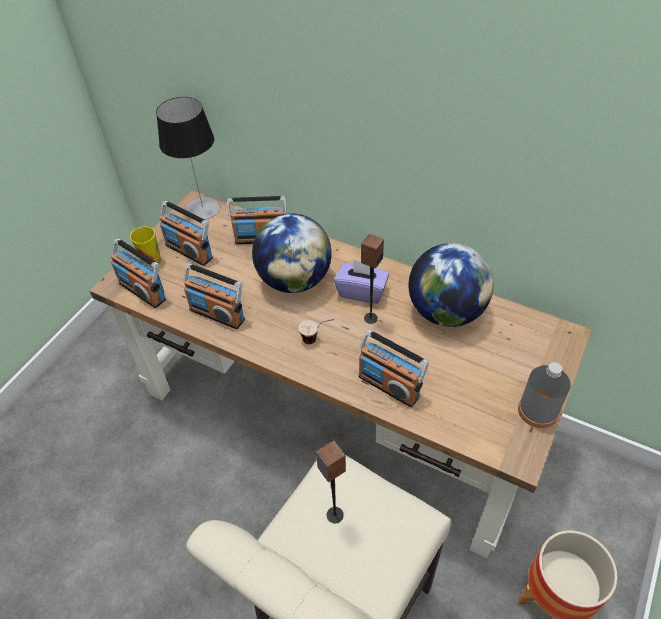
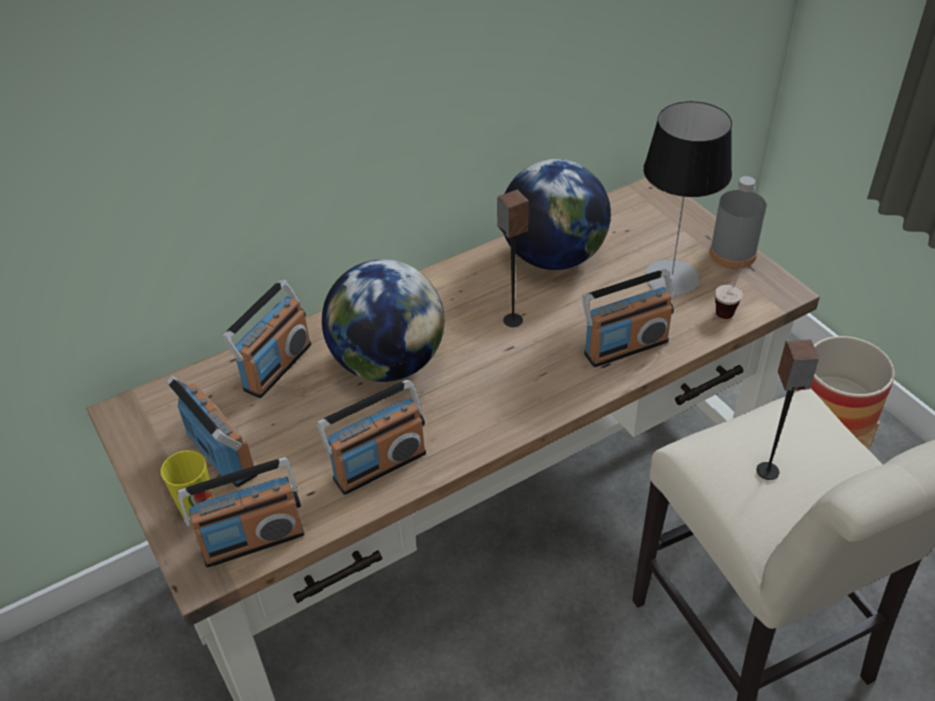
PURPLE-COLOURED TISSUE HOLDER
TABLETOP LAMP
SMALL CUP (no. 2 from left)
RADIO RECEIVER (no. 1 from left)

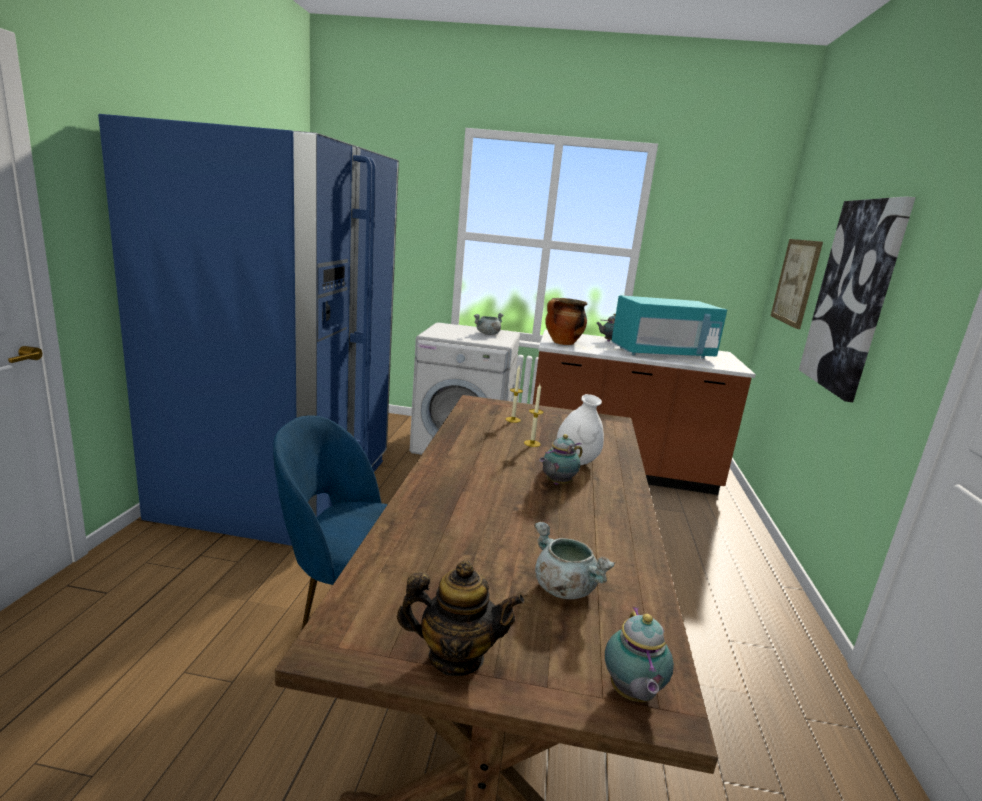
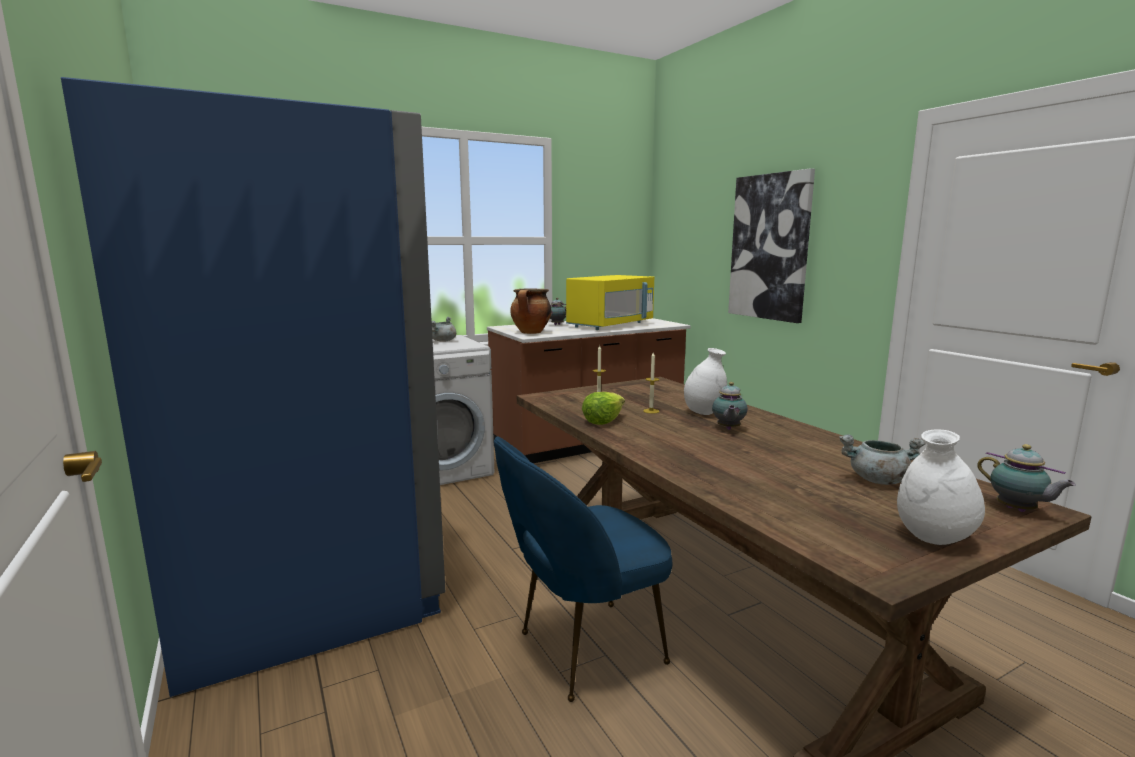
PICTURE (no. 1 from left in the first image)
LETTUCE
WHITISH FLOWER VASE (no. 2 from left)
YELLOWISH KITCHEN MICROWAVE

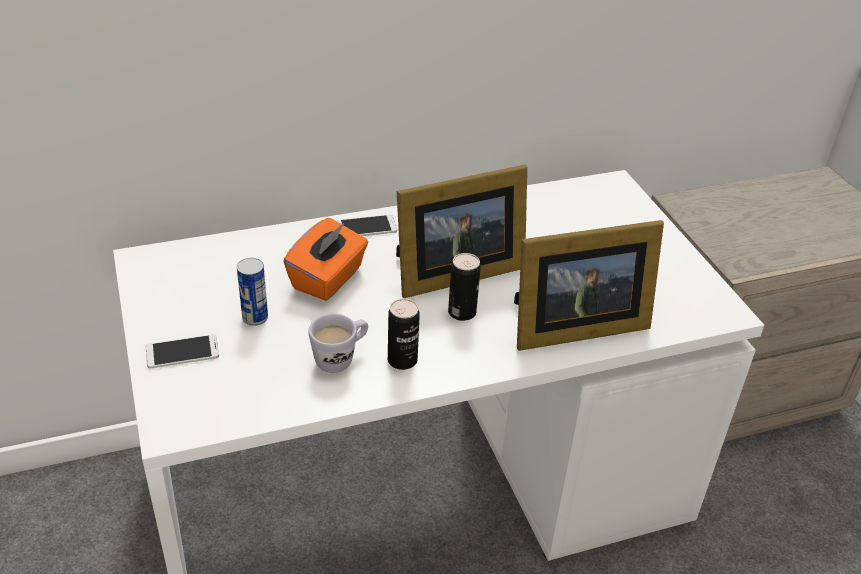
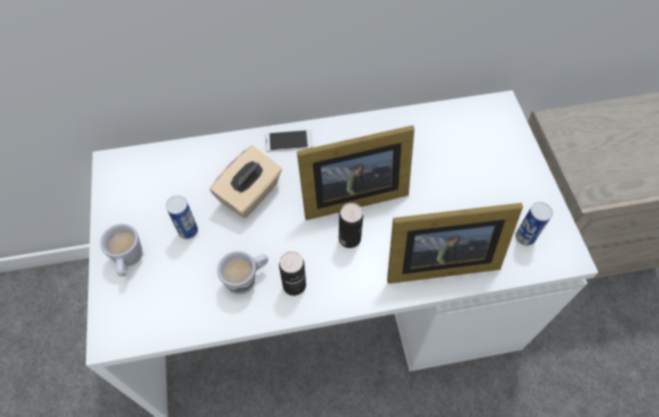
METAL CAN (no. 4 from left)
WHITISH MUG (no. 1 from left)
SAND-COLOURED TISSUE HOLDER

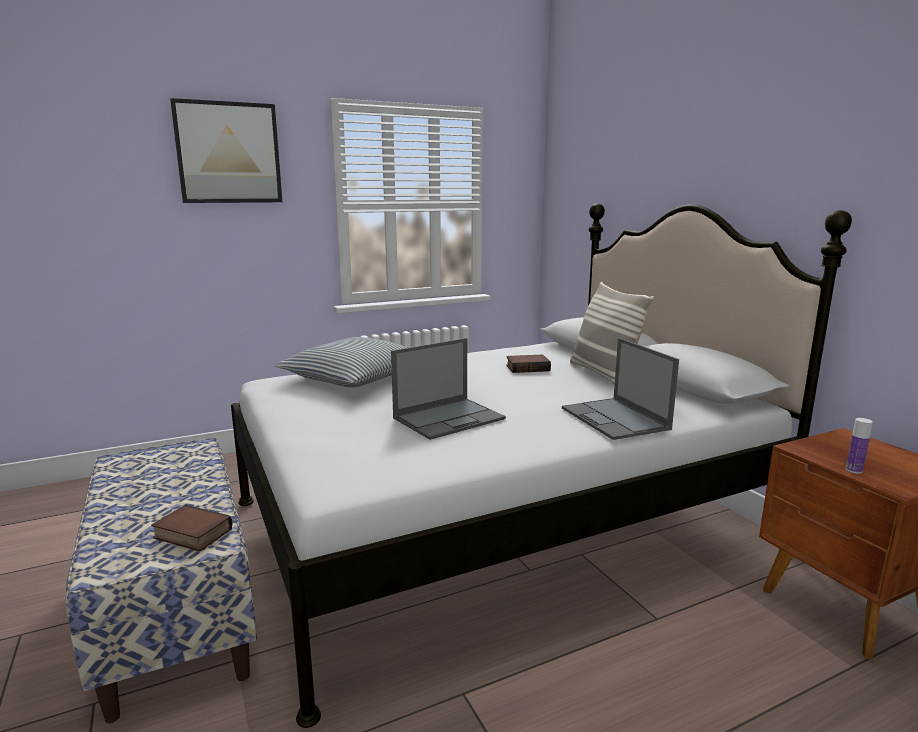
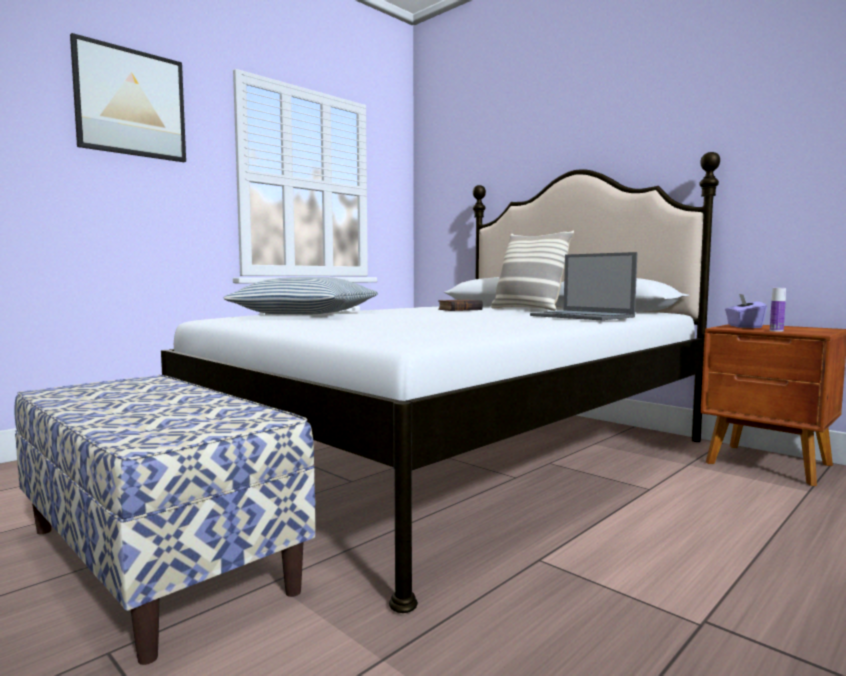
BOOK (no. 1 from left in the first image)
NOTEBOOK COMPUTER (no. 1 from left in the first image)
PURPLE-COLOURED TISSUE HOLDER

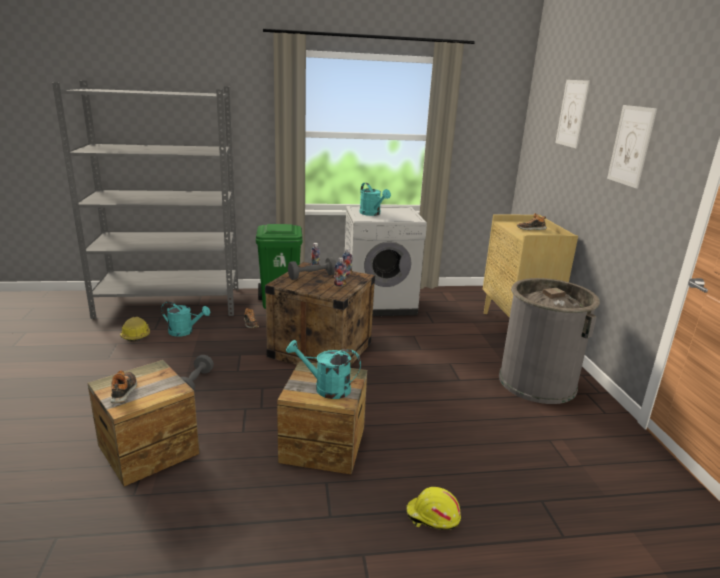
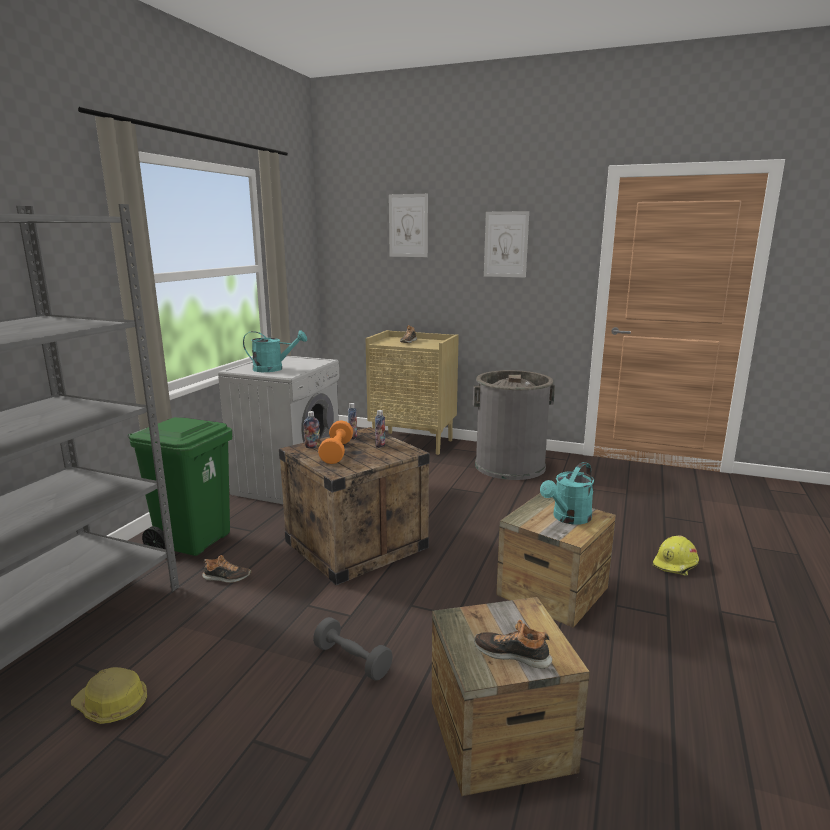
TURQUOISE-COLOURED WATERING CAN (no. 1 from left in the first image)
ORANGEY FREE WEIGHT

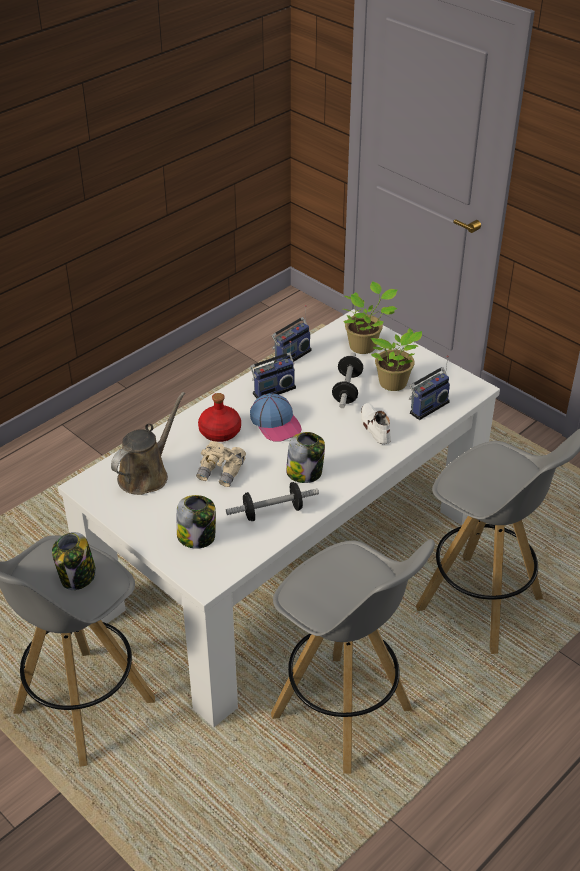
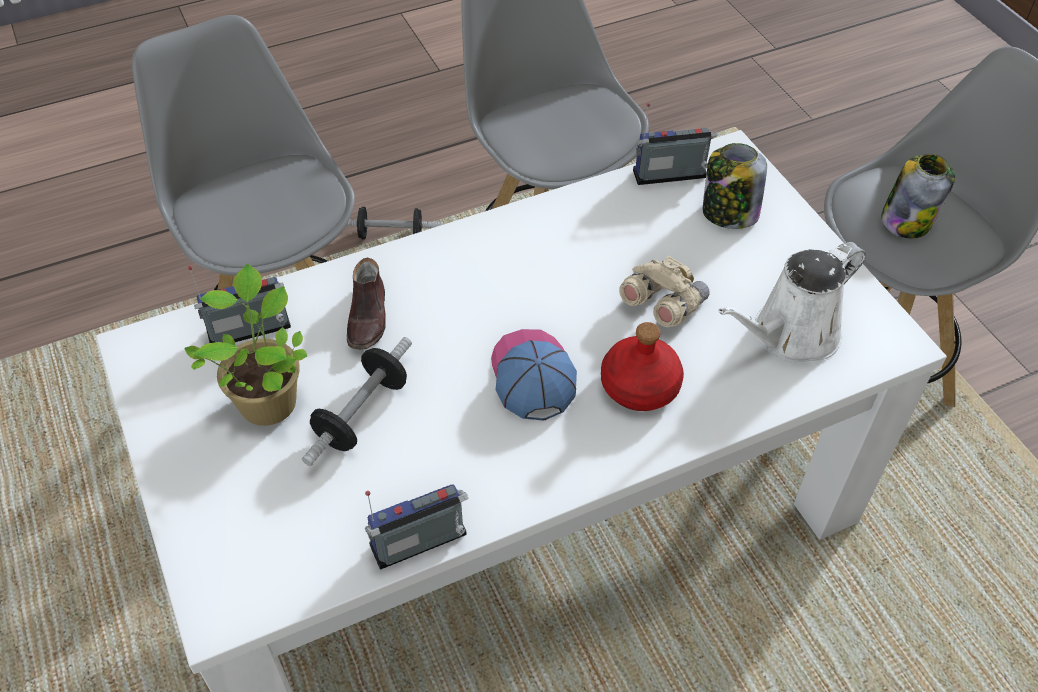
JAR (no. 3 from left in the first image)
HOUSEPLANT (no. 1 from left in the first image)
FREE WEIGHT (no. 2 from left)
RADIO RECEIVER (no. 3 from left)
WHITISH WATERING CAN
BROWN-COLOURED LOW SHOE

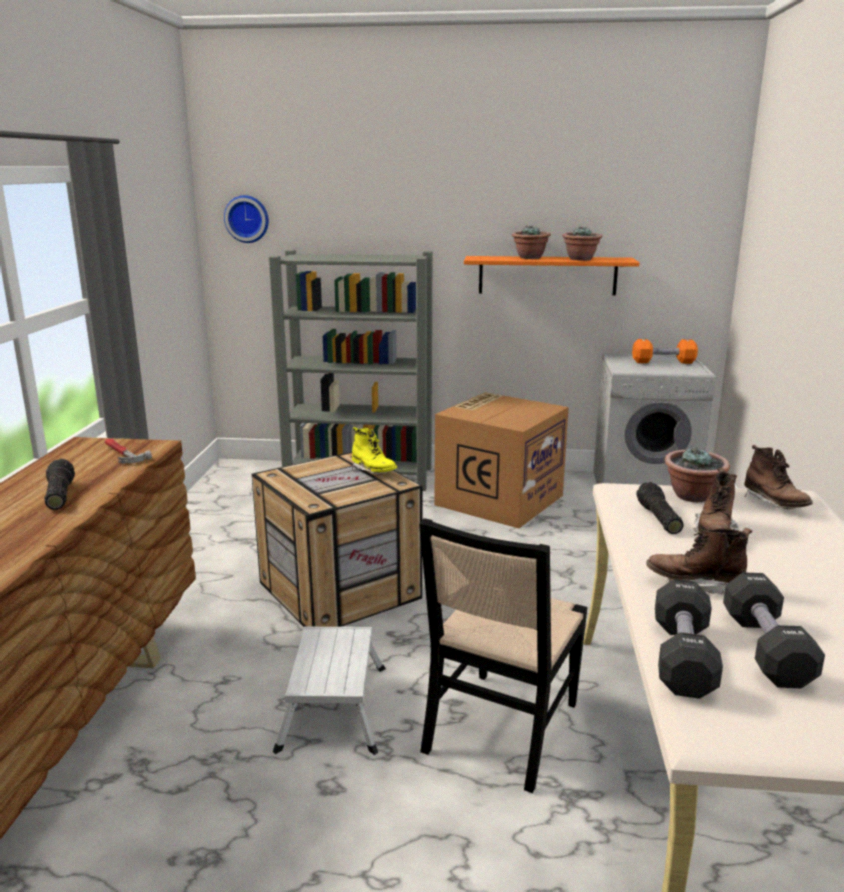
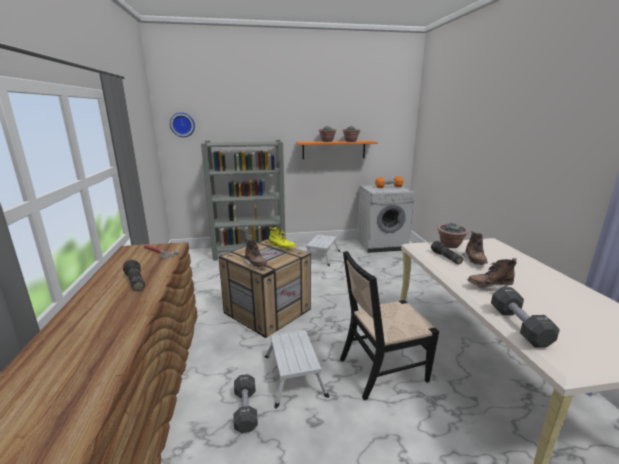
BLACK-COLOURED FREE WEIGHT (no. 1 from left)
BROWN-COLOURED TALL BOOT (no. 1 from left)
WHITISH STEP LADDER (no. 2 from left)
CHAIR

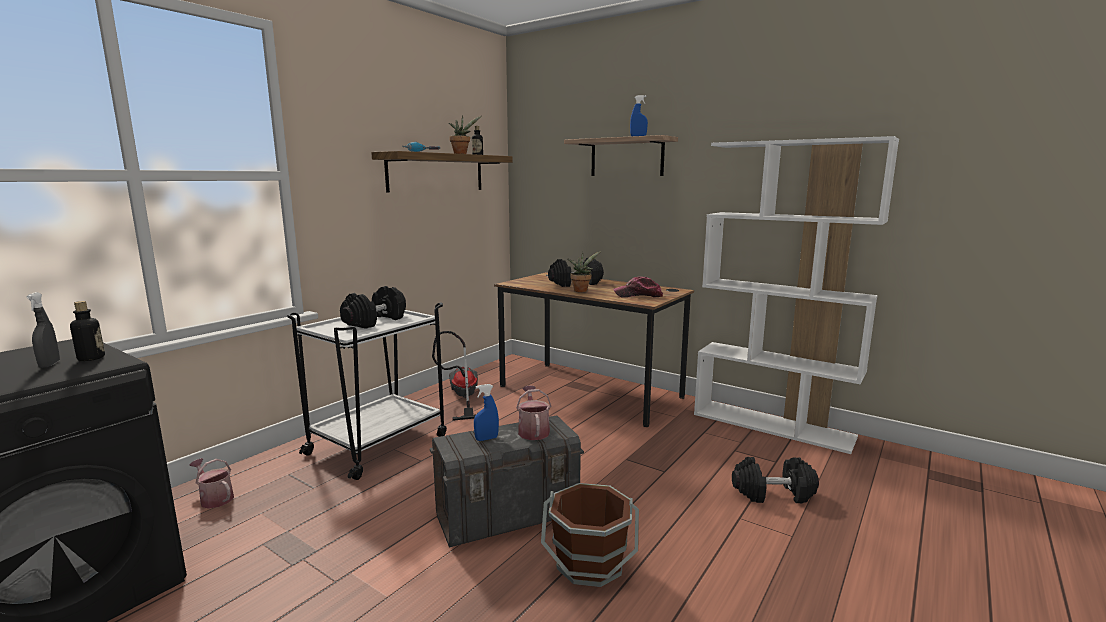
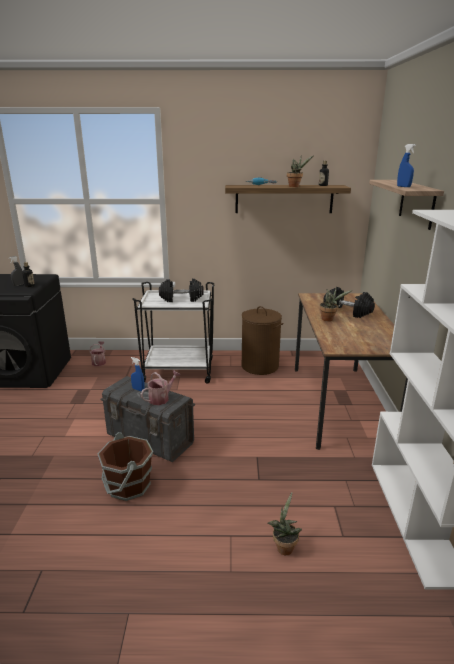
BASEBALL CAP
BROWN-COLOURED HAMPER
HOUSEPLANT (no. 1 from left)

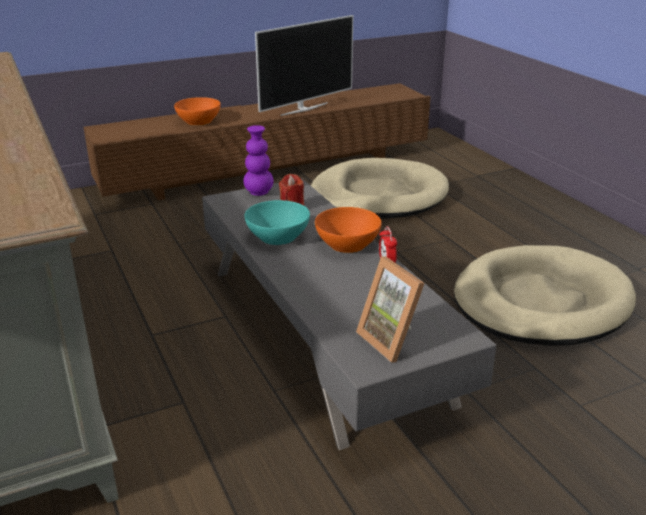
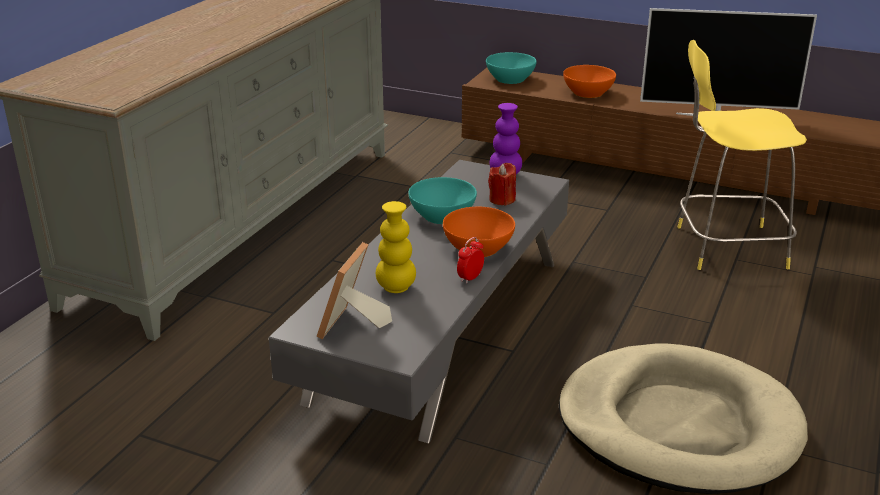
YELLOWISH FLOWER VASE
TURQUOISE-COLOURED SERVING BOWL (no. 2 from left)
YELLOWISH STOOL SEAT

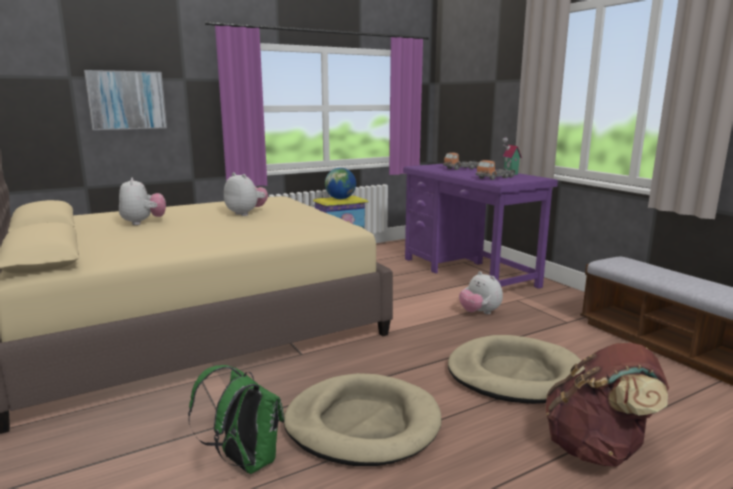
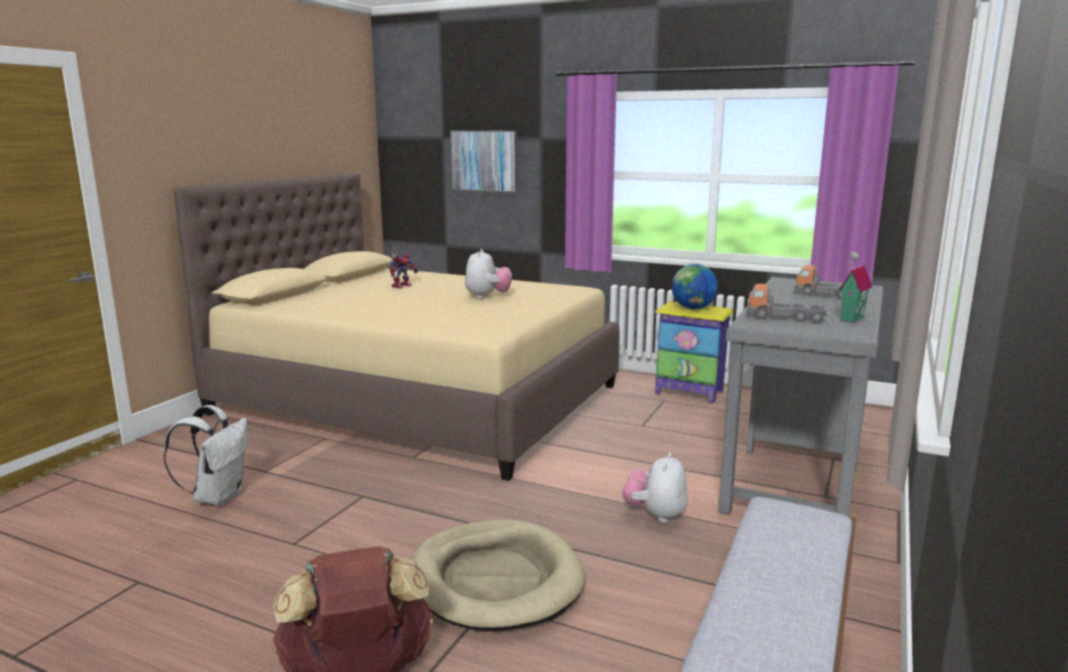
SAND-COLOURED PET BED (no. 1 from left in the first image)
ROBOT FIGURE
WHITISH KNAPSACK
GRAY DESK TABLE

